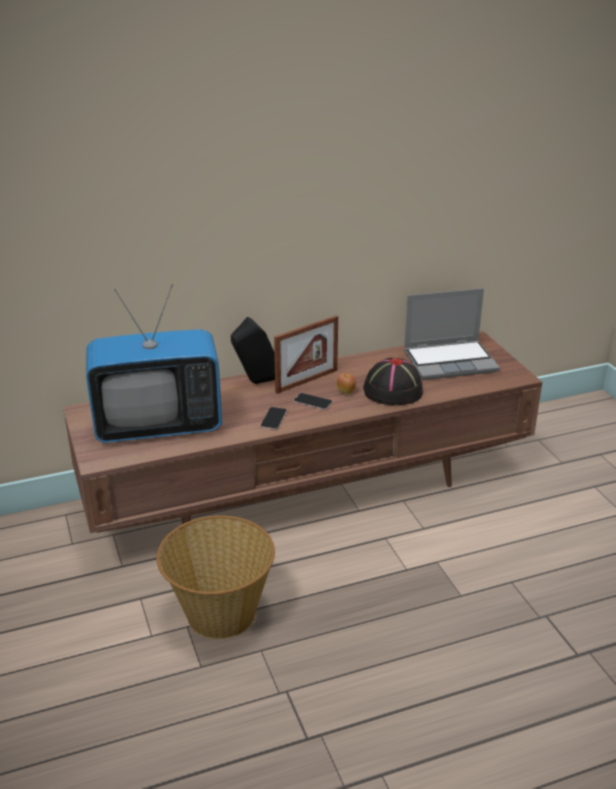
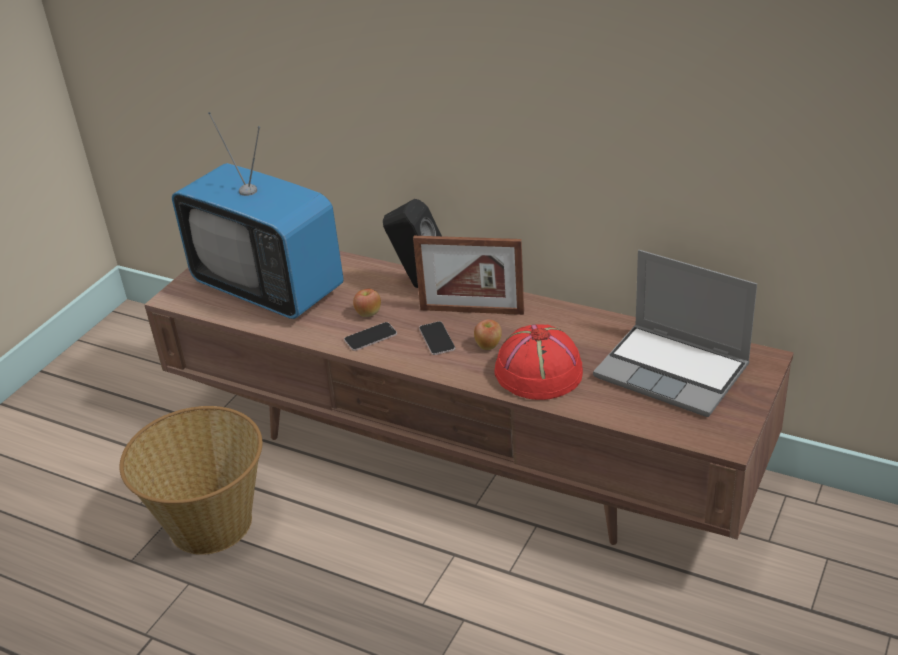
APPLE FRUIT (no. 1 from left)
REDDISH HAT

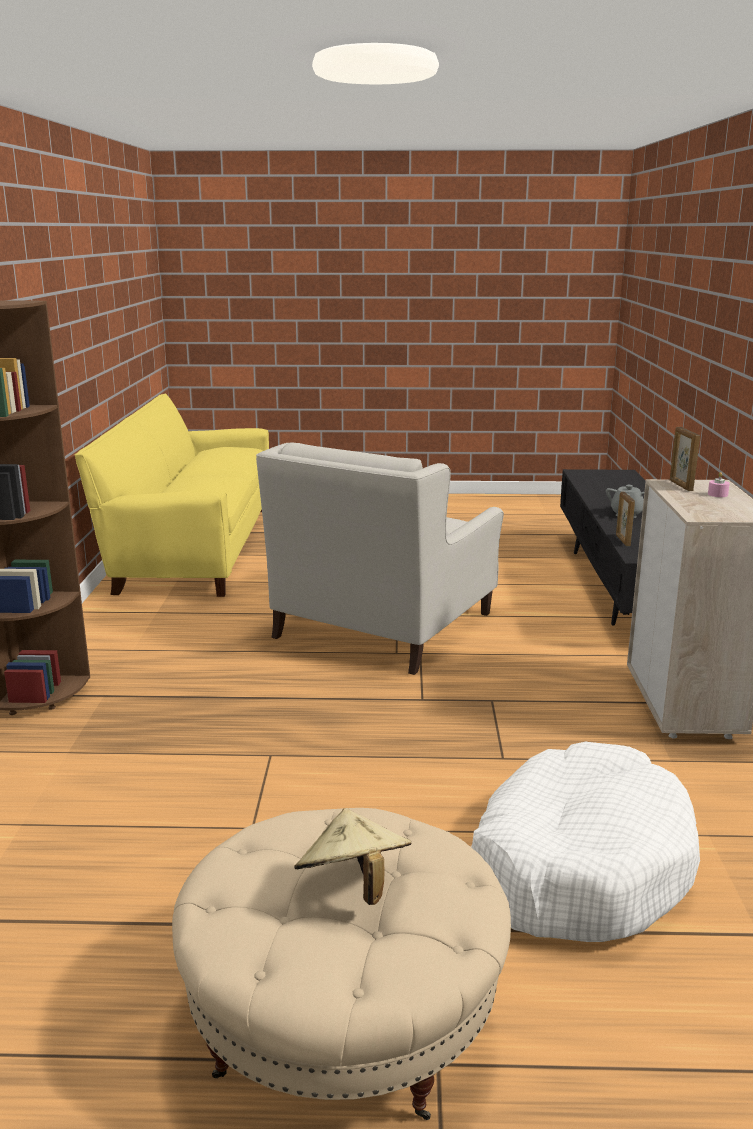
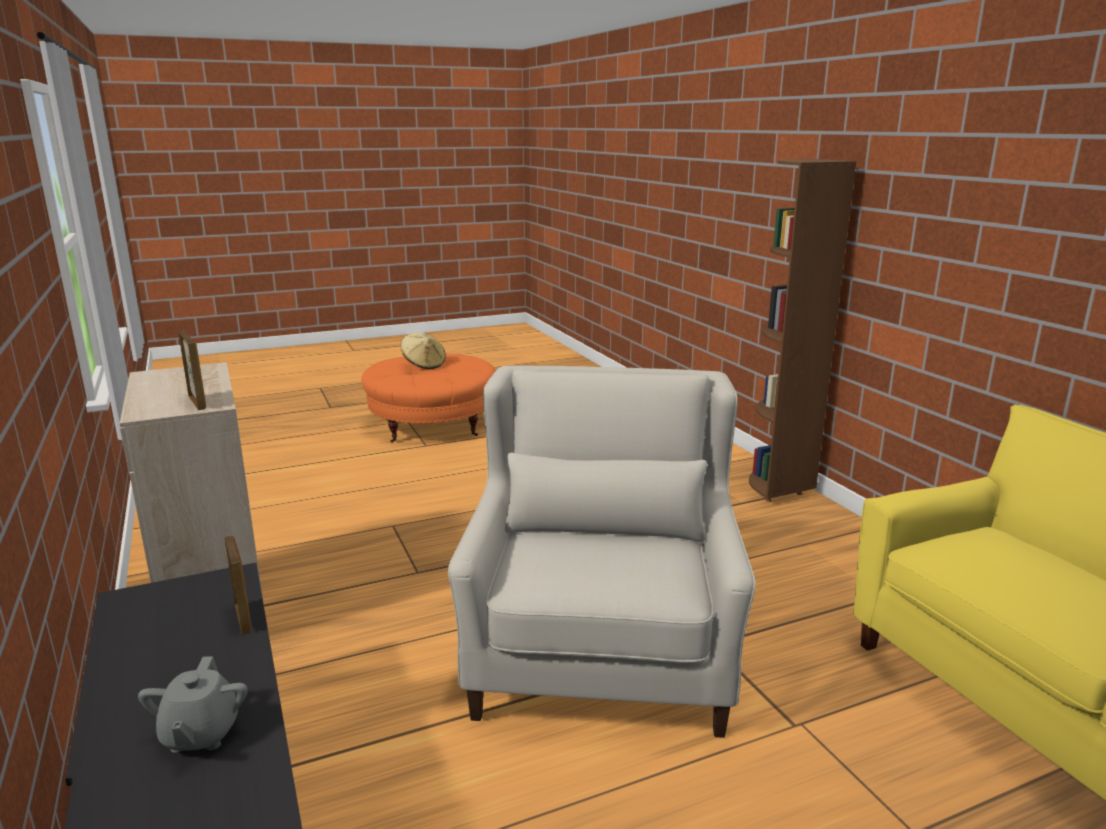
WHITISH PET BED
PINKISH CANDLE
ORANGEY FOOTREST

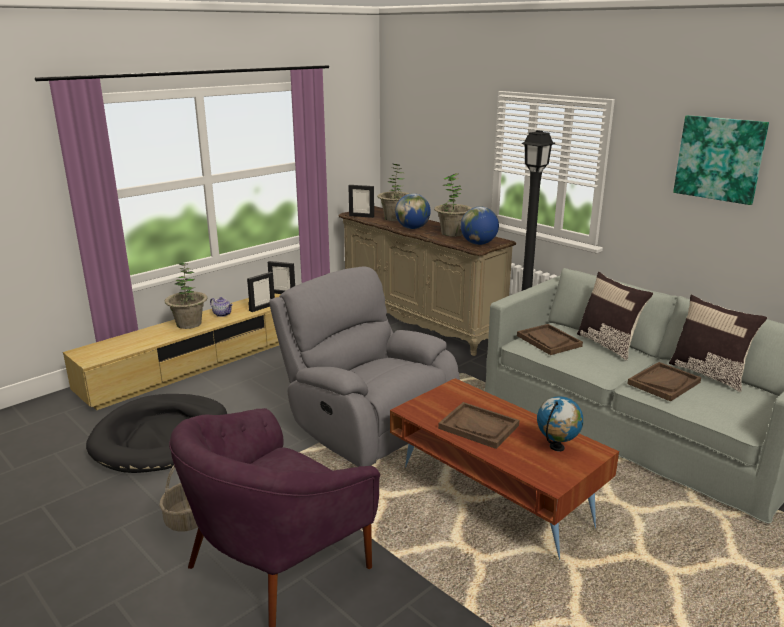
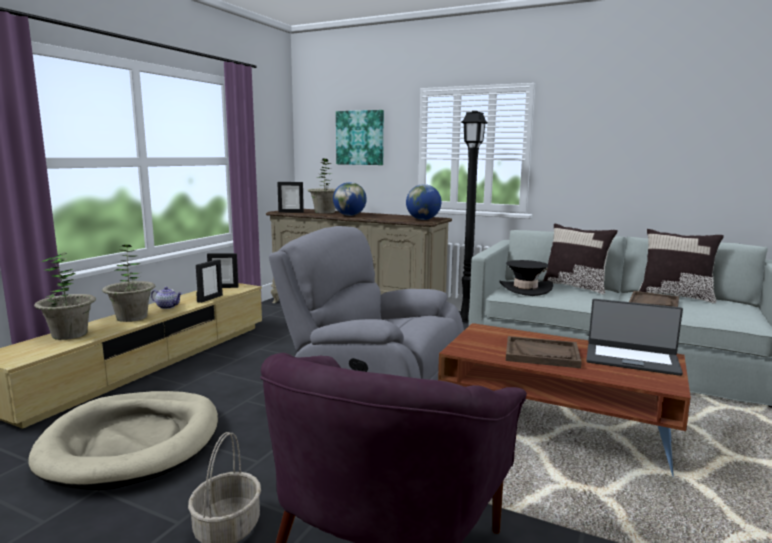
HOUSEPLANT (no. 1 from left)
PICTURE
BLACK-COLOURED HAT
NOTEBOOK COMPUTER
SAND-COLOURED PET BED

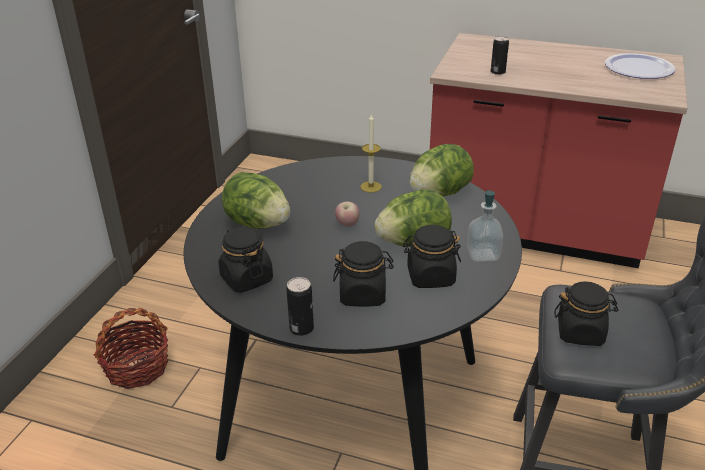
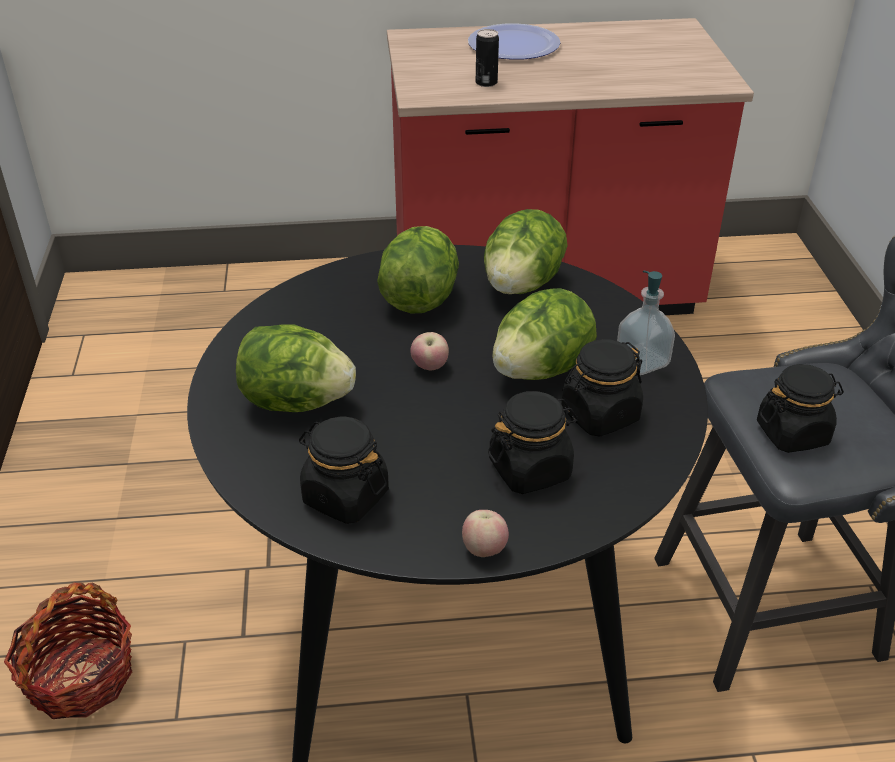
PLATE
APPLE FRUIT (no. 2 from left)
LETTUCE (no. 2 from left)

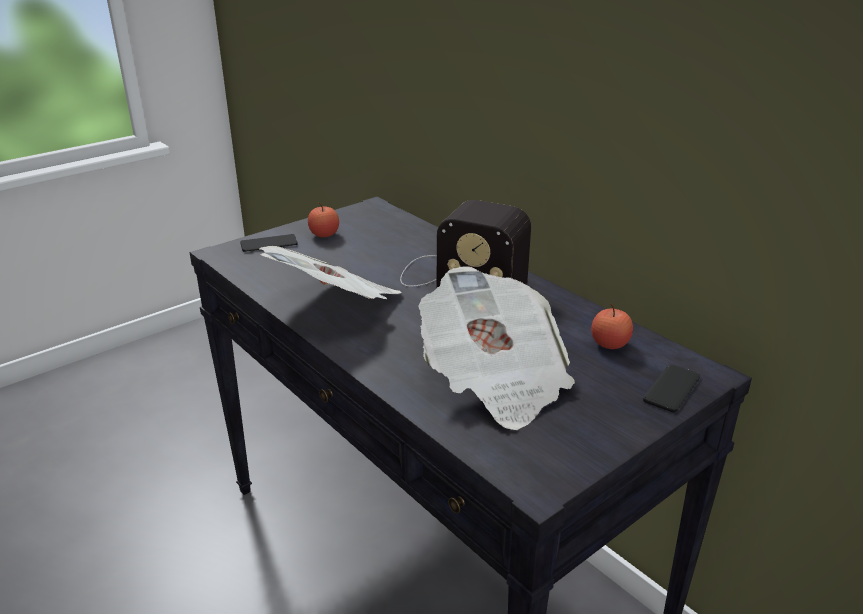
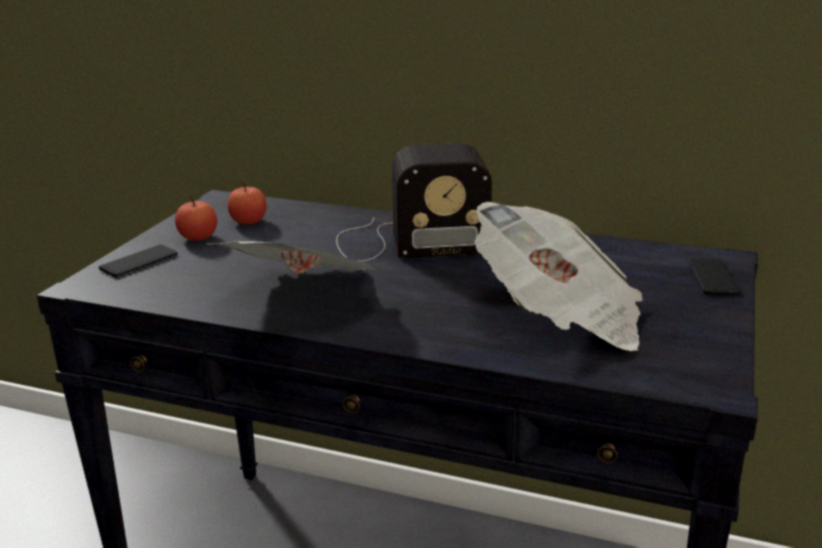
APPLE FRUIT (no. 2 from left)

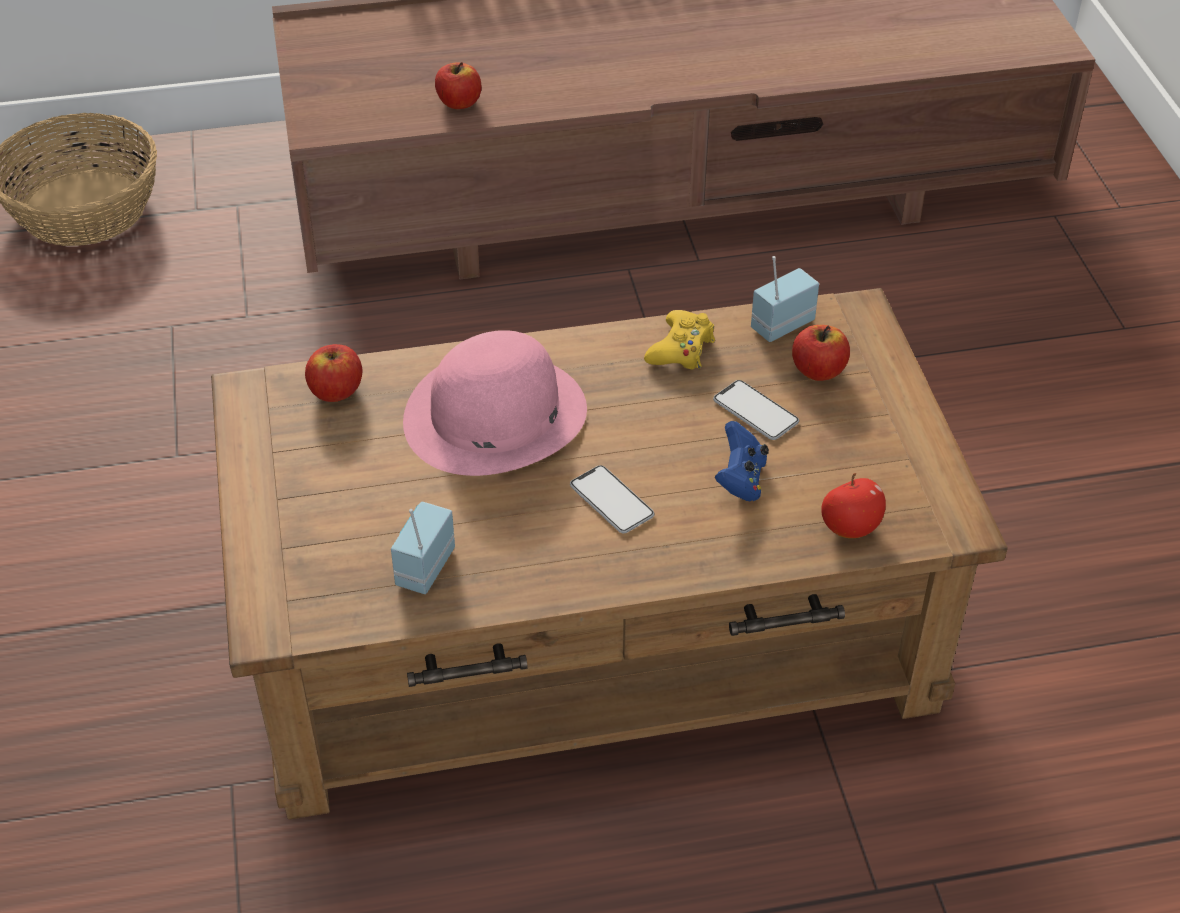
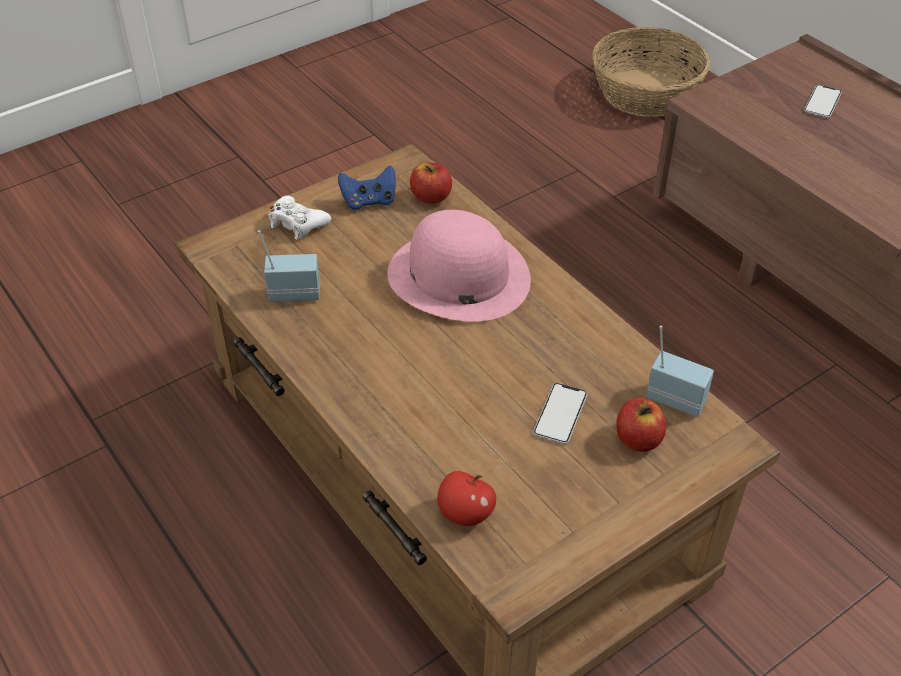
APPLE FRUIT (no. 2 from left in the first image)
YELLOWISH JOYPAD
WHITISH JOYPAD
HANDSET (no. 2 from left)
BLUISH JOYPAD

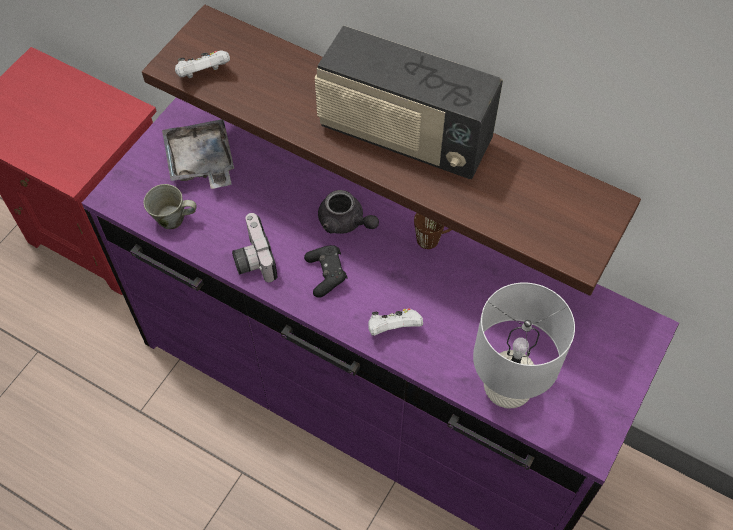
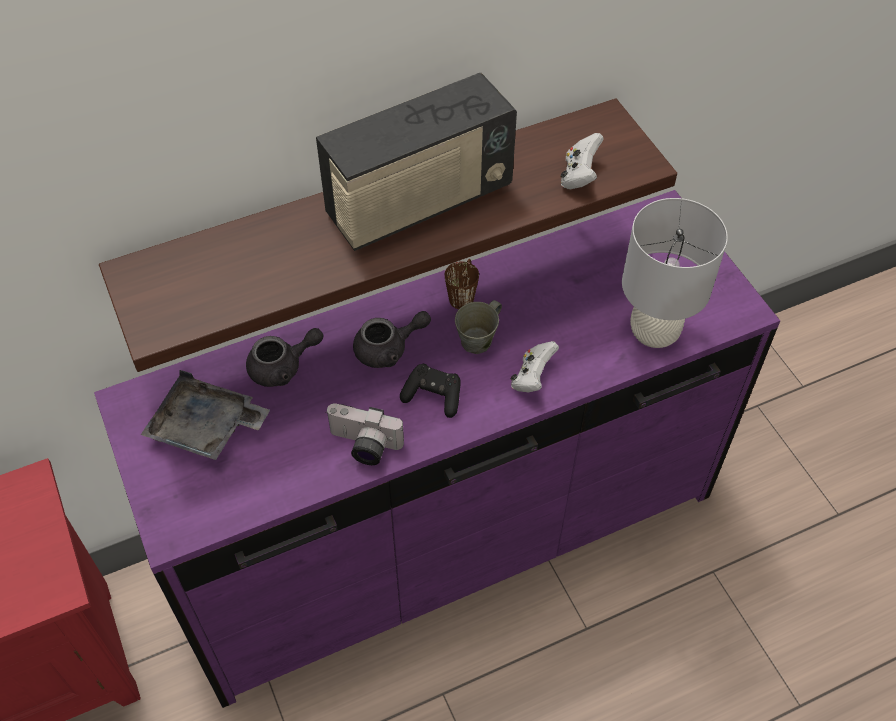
GRAY POT FOR TEA (no. 1 from left)
GRAY MUG
WHITISH JOYPAD (no. 2 from left)

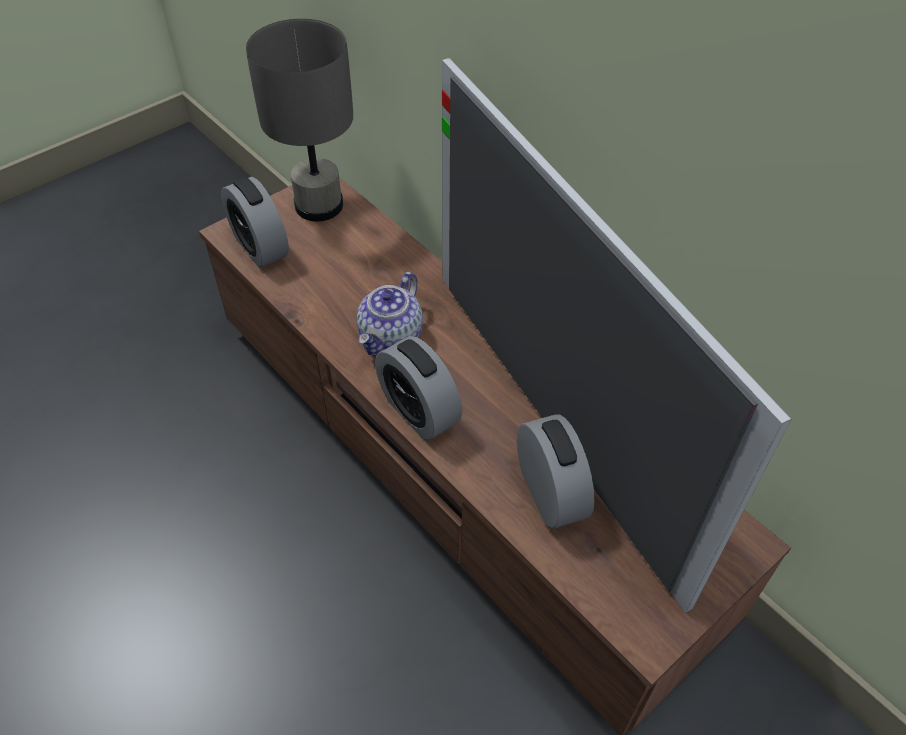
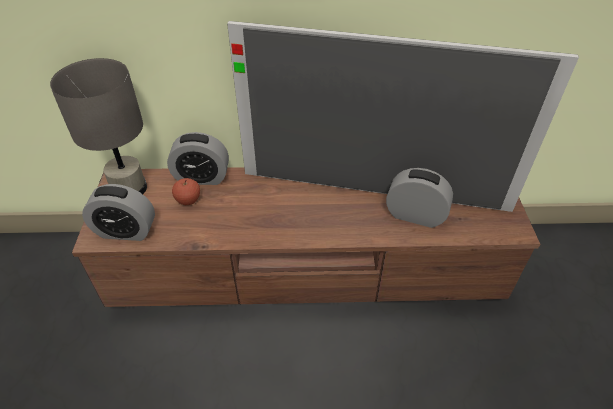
POT FOR TEA
APPLE FRUIT
BEDSIDE CLOCK (no. 2 from left)

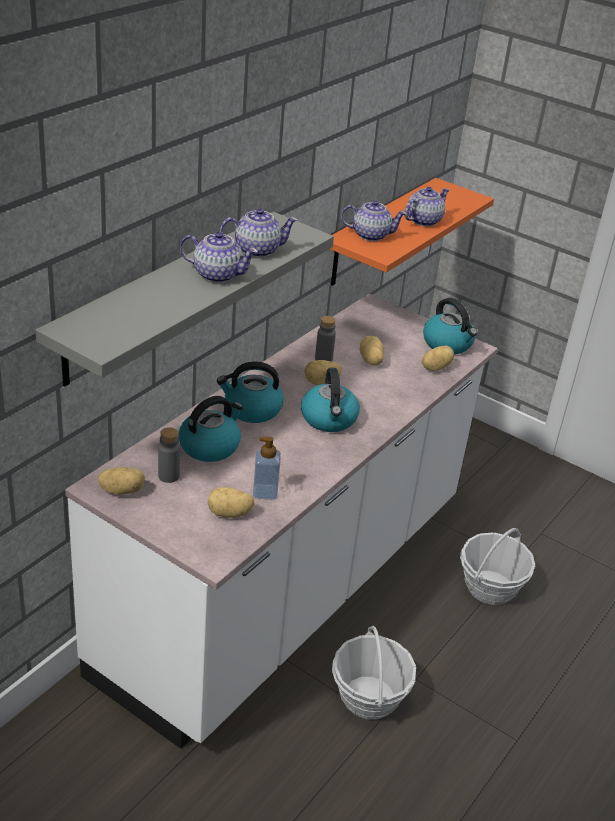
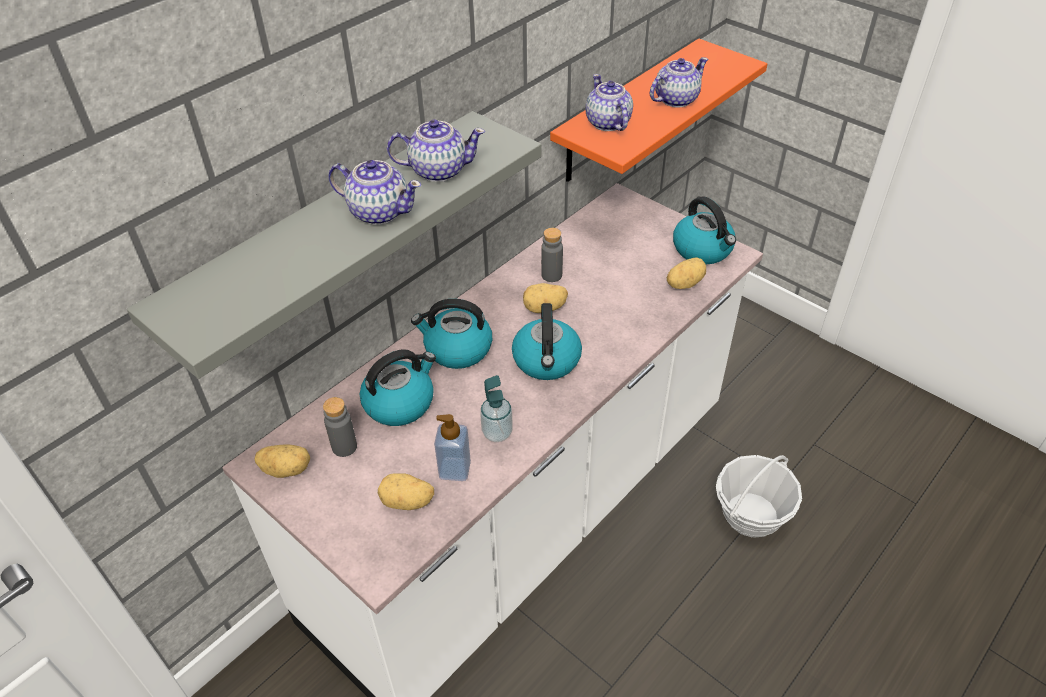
STORAGE BASKET (no. 1 from left in the first image)
POTATO (no. 4 from left in the first image)
LIQUID SOAP BOTTLE (no. 2 from left)
POT FOR TEA (no. 3 from left)

